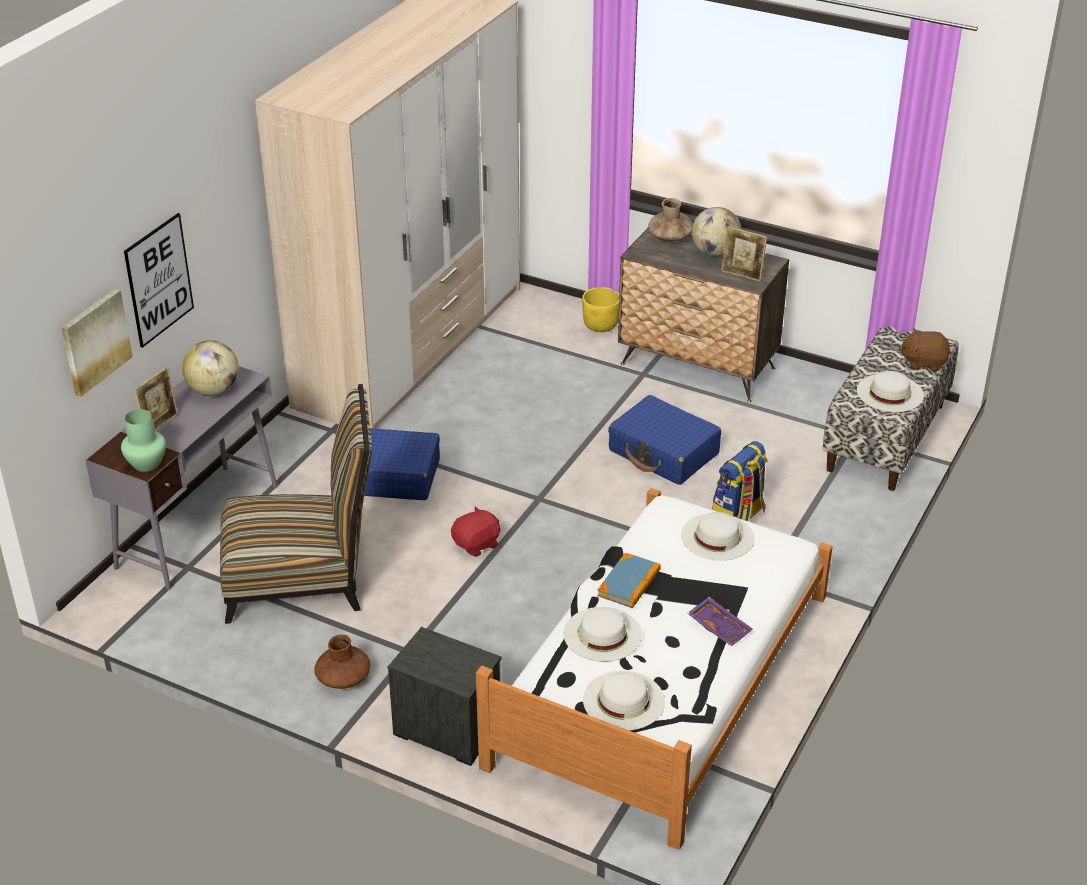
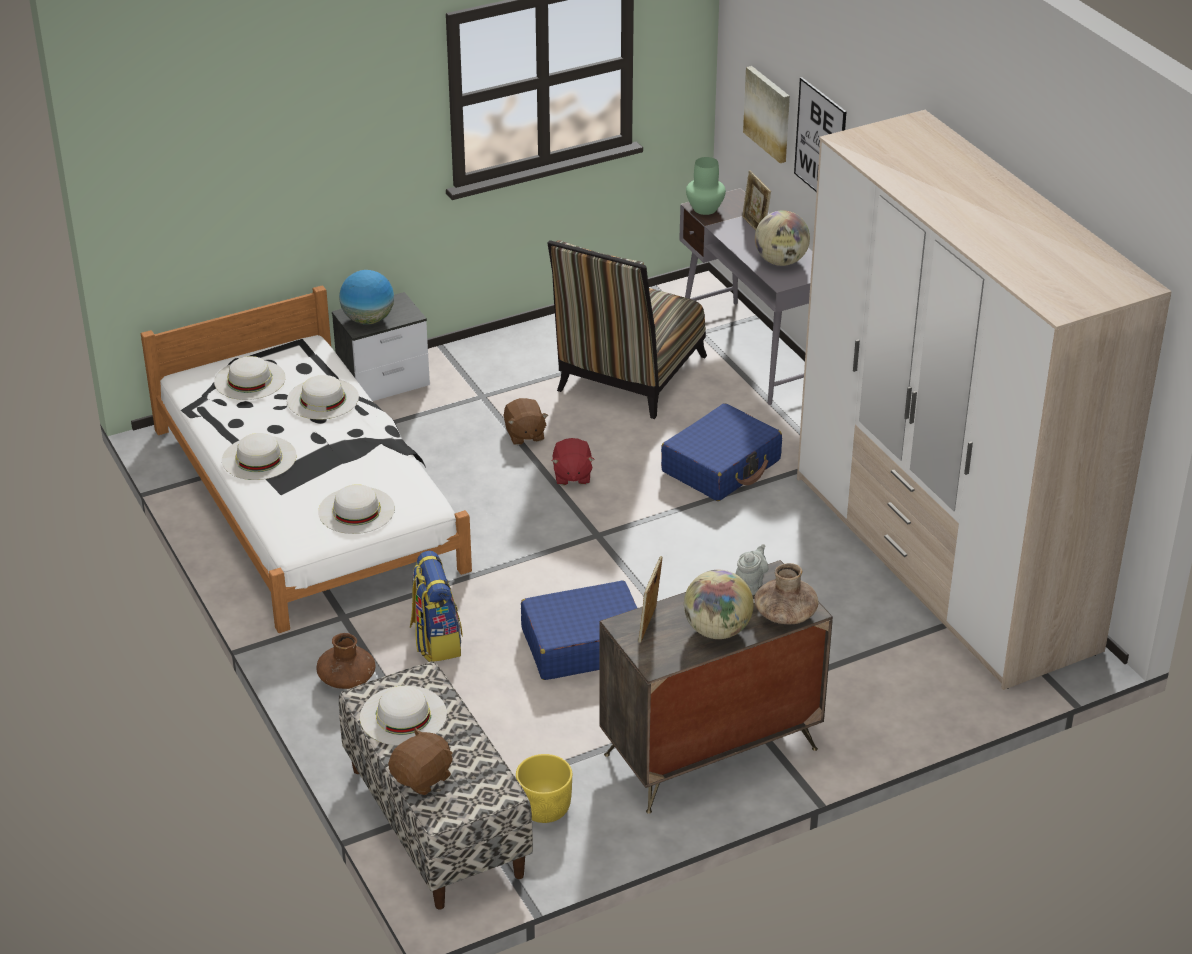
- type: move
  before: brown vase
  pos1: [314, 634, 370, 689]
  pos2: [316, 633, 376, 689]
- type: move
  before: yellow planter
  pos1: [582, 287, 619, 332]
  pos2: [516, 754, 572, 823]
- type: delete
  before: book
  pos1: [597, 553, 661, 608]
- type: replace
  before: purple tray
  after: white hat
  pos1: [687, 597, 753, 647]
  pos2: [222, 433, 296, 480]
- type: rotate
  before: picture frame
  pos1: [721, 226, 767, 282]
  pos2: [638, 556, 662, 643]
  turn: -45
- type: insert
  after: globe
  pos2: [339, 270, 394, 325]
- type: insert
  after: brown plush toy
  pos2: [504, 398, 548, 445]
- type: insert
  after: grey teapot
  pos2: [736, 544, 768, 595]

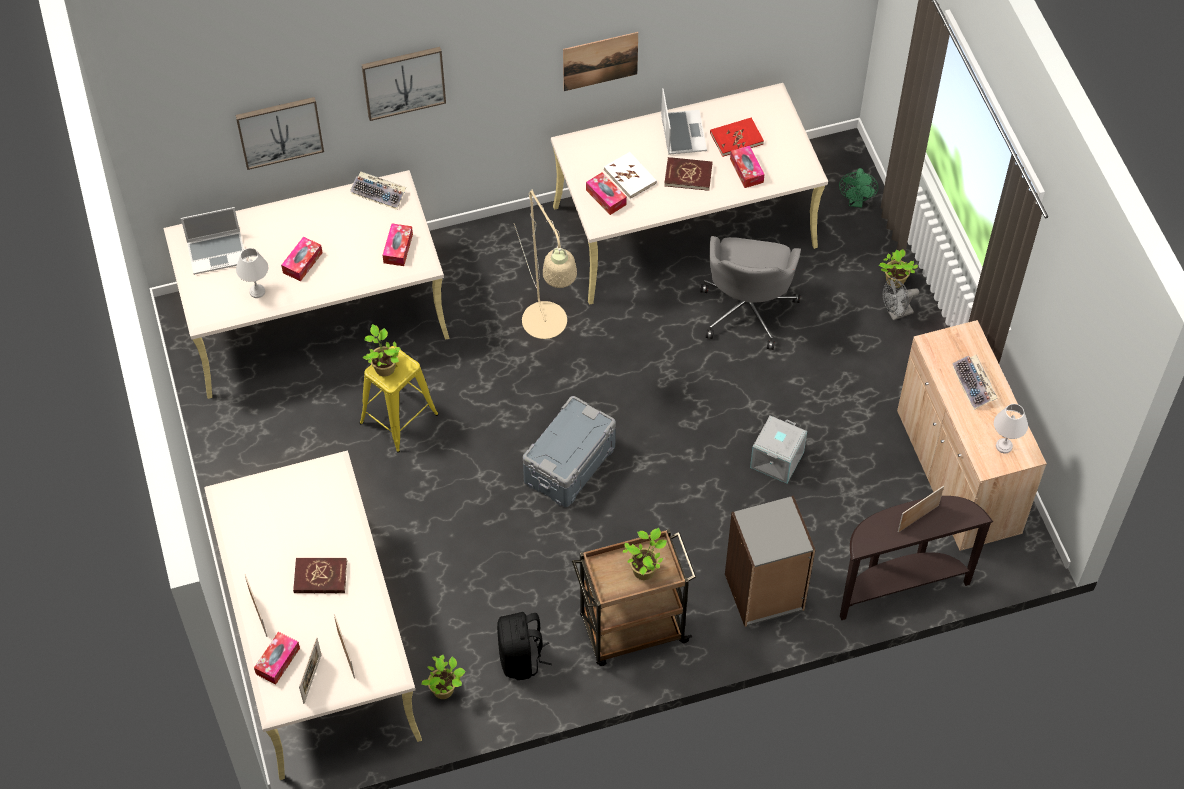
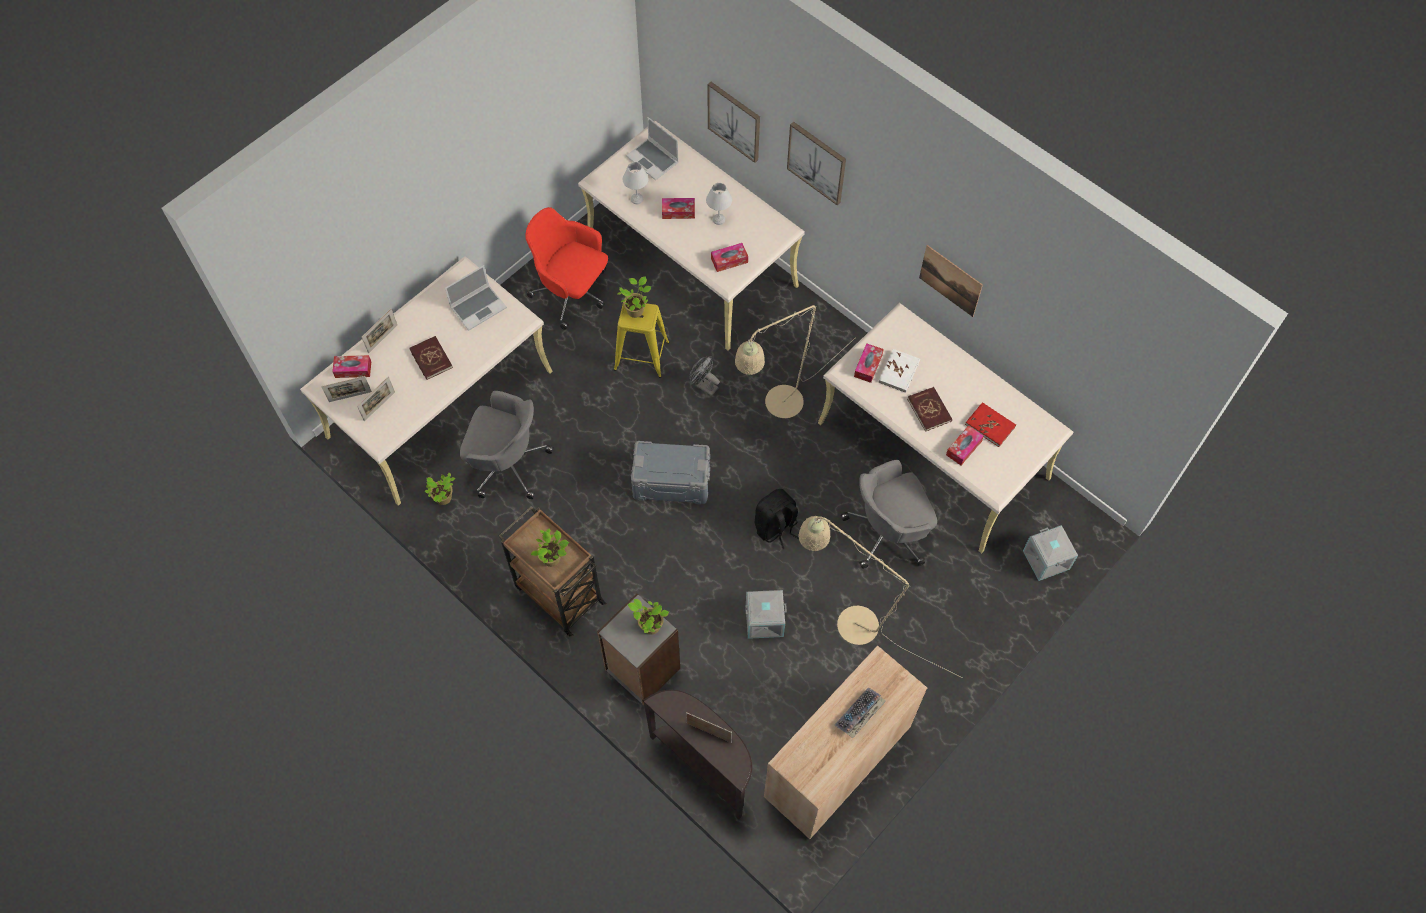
- type: delete
  before: keyboard
  pos1: [350, 171, 406, 210]
- type: move
  before: black backpack
  pos1: [497, 612, 552, 680]
  pos2: [755, 489, 799, 549]
- type: move
  before: laptop
  pos1: [661, 88, 707, 155]
  pos2: [445, 265, 507, 331]
- type: replace
  before: green fan
  after: grey storage box
  pos1: [839, 168, 878, 208]
  pos2: [1023, 525, 1078, 581]
- type: move
  before: potted plant
  pos1: [879, 249, 918, 288]
  pos2: [628, 599, 669, 635]
- type: move
  before: grey fan
  pos1: [883, 277, 919, 321]
  pos2: [690, 356, 720, 396]
- type: move
  before: white table lamp
  pos1: [994, 404, 1028, 453]
  pos2: [706, 183, 732, 225]
- type: insert
  after: grey office chair
  pos2: [460, 391, 554, 499]
- type: insert
  after: red office chair
  pos2: [525, 207, 608, 330]
- type: insert
  after: beige floor lamp
  pos2: [798, 516, 962, 678]

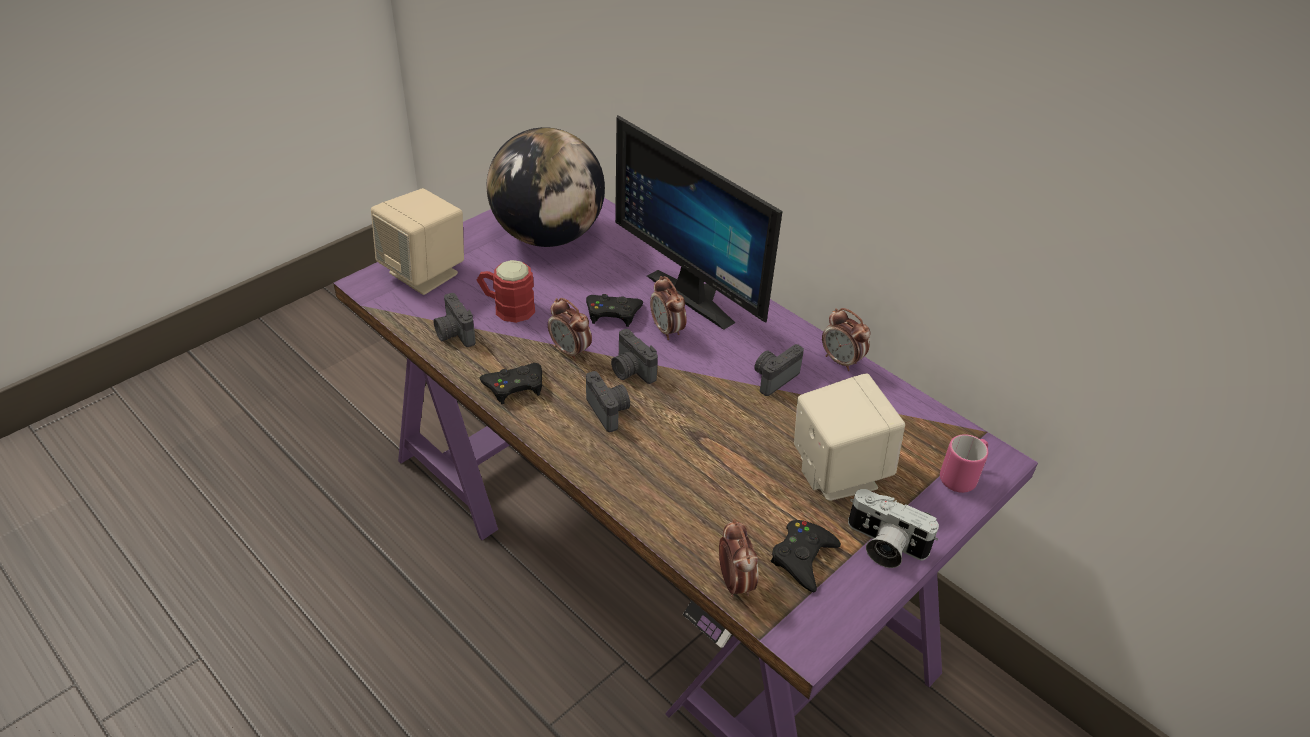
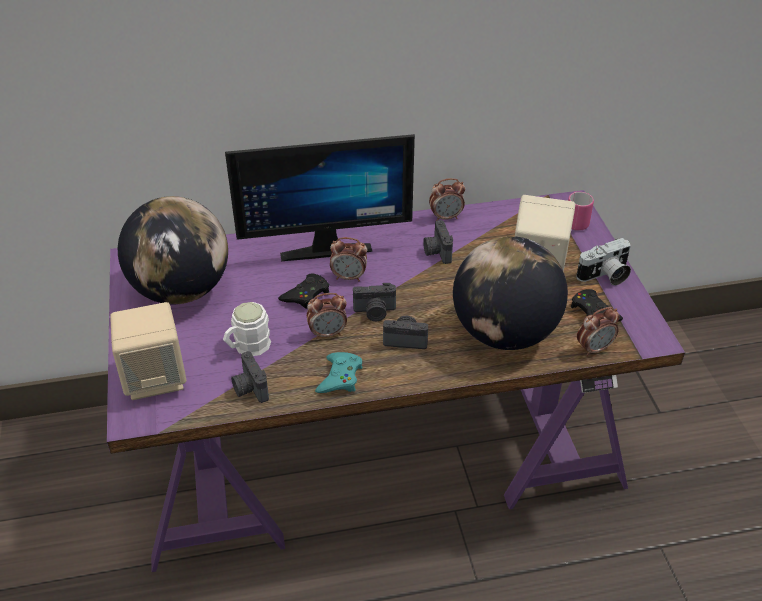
- type: rotate
  before: photo camera
  pos1: [434, 293, 476, 347]
  pos2: [231, 351, 269, 403]
  turn: 60
- type: recolor
  before: red mug
  after: white mug
  pos1: [477, 260, 535, 323]
  pos2: [223, 302, 271, 356]
- type: recolor
  before: black game controller
  after: turquoise game controller
  pos1: [480, 363, 542, 404]
  pos2: [315, 352, 362, 393]
- type: rotate
  before: alarm clock
  pos1: [719, 519, 758, 597]
  pos2: [577, 307, 620, 356]
  turn: 135
- type: insert
  after: globe
  pos2: [453, 236, 568, 350]

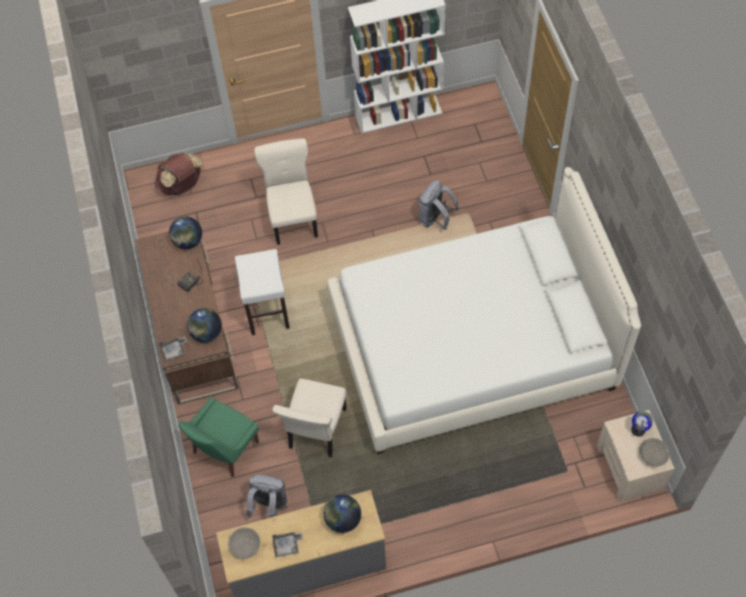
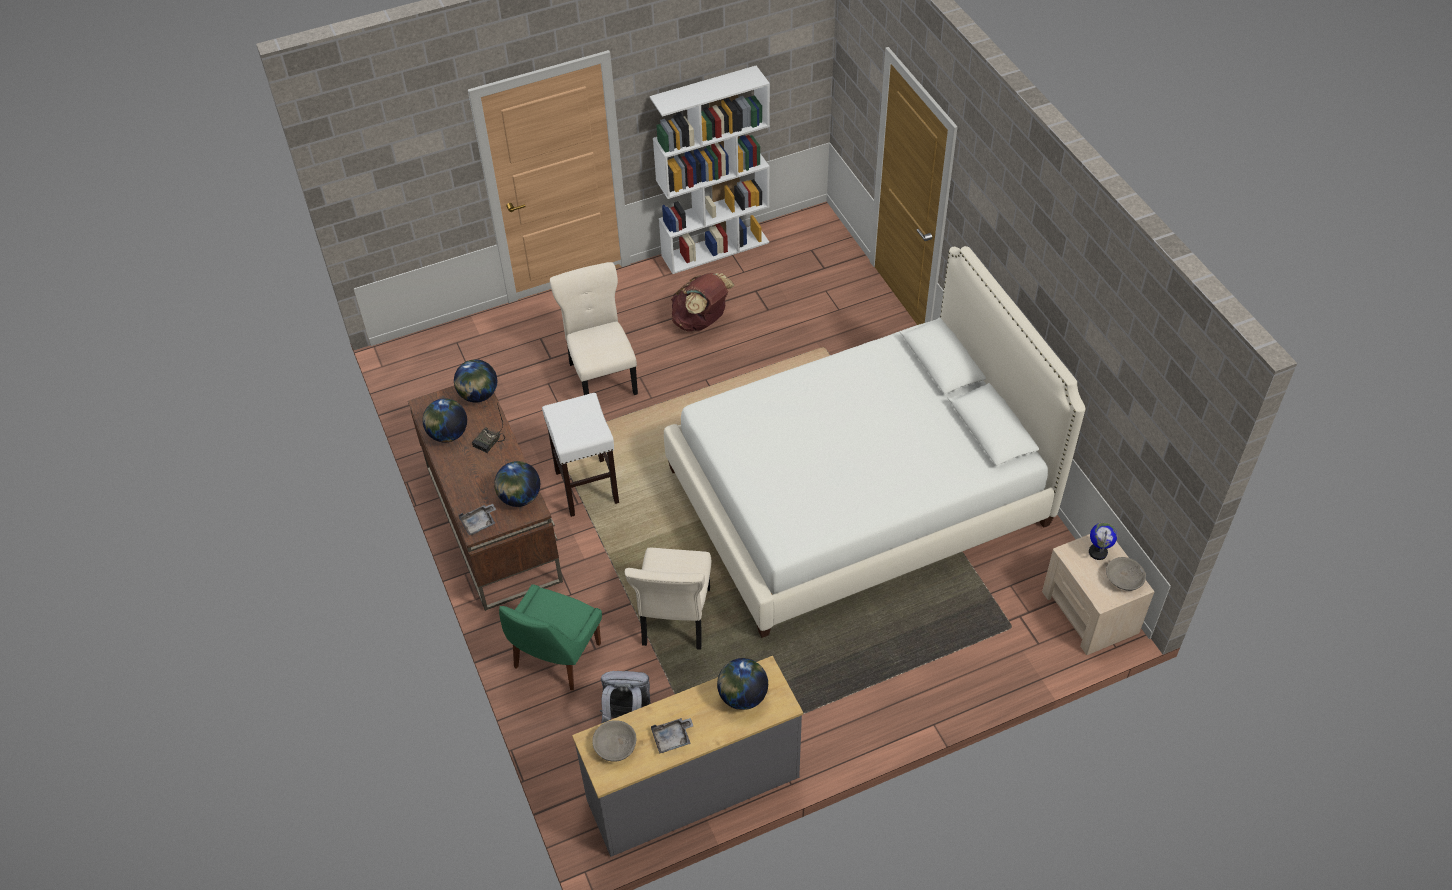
- type: move
  before: brown backpack
  pos1: [155, 153, 203, 196]
  pos2: [671, 273, 735, 332]
- type: delete
  before: grey backpack
  pos1: [418, 180, 459, 230]
- type: insert
  after: globe
  pos2: [423, 398, 467, 443]

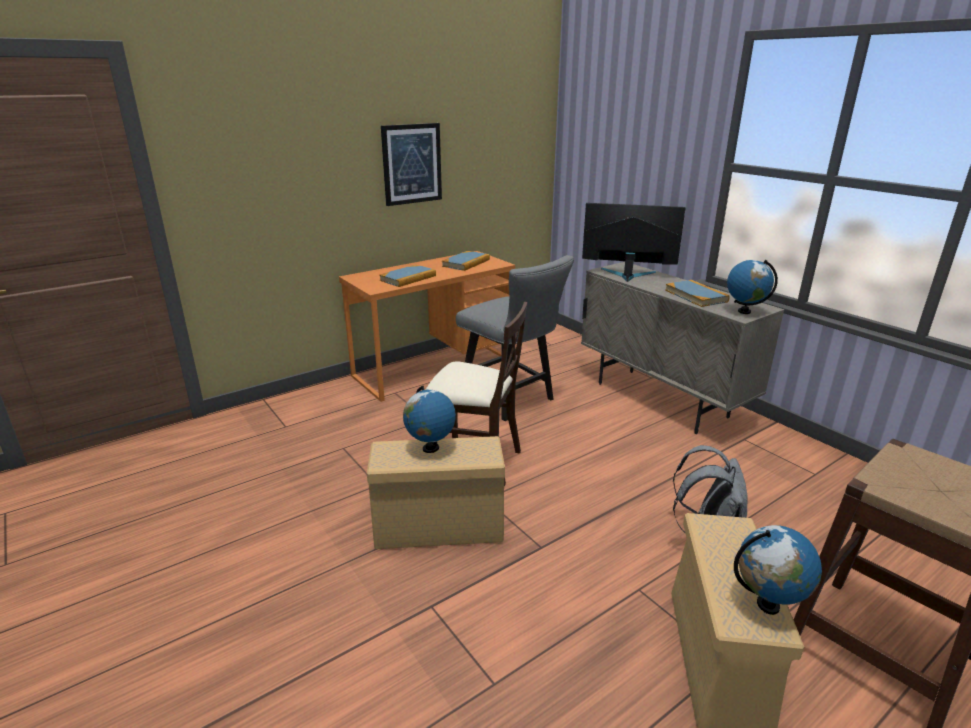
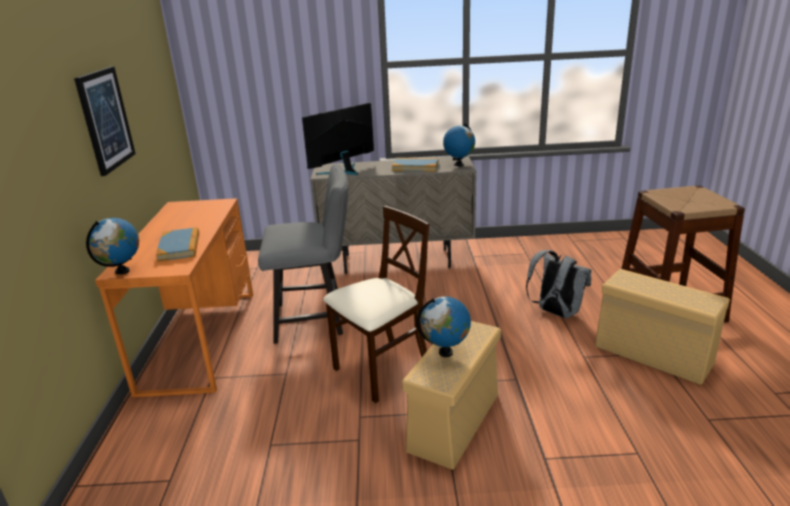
- type: delete
  before: book
  pos1: [442, 251, 490, 271]
- type: move
  before: globe
  pos1: [734, 525, 822, 615]
  pos2: [86, 218, 139, 275]

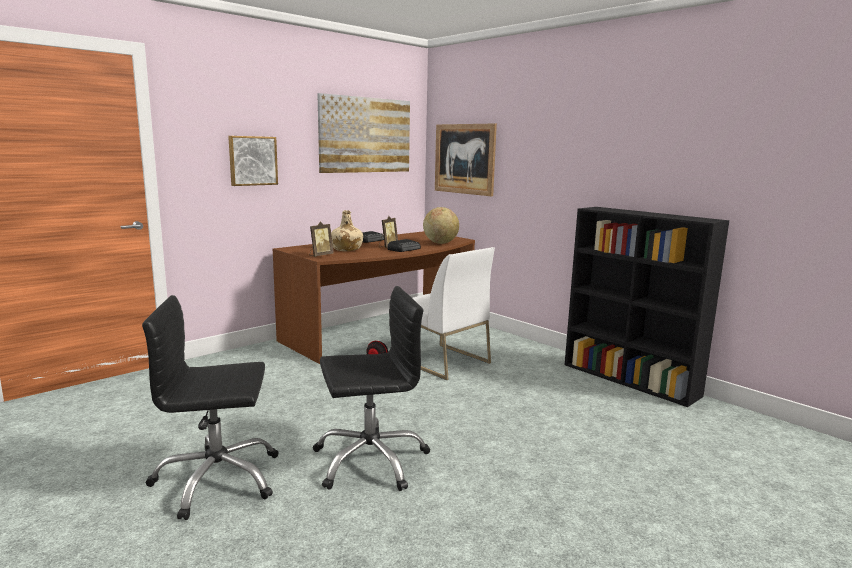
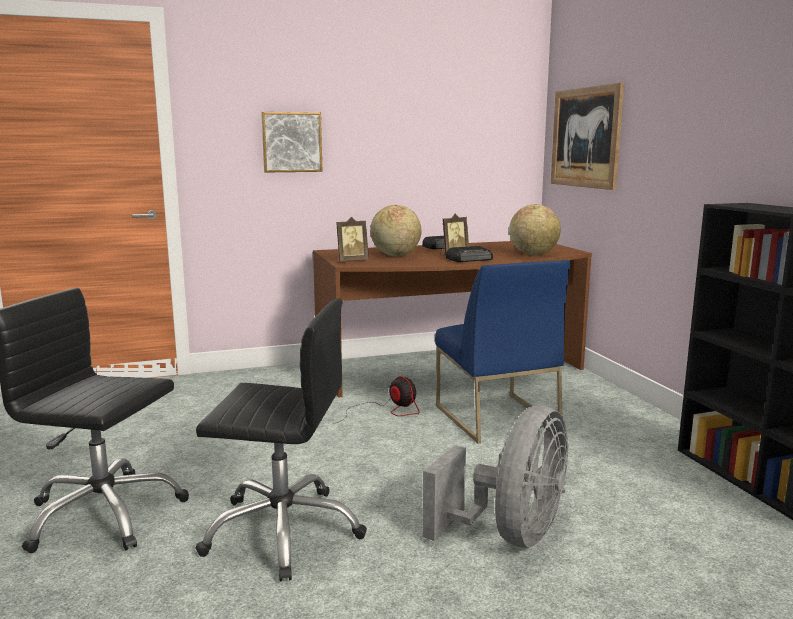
- type: delete
  before: picture
  pos1: [317, 93, 410, 173]
- type: replace
  before: beige bottle
  after: globe
  pos1: [331, 210, 363, 251]
  pos2: [370, 205, 422, 256]
- type: recolor
  before: white chair
  after: blue chair
  pos1: [413, 247, 495, 380]
  pos2: [435, 260, 570, 443]
- type: insert
  after: grey fan
  pos2: [422, 405, 569, 548]

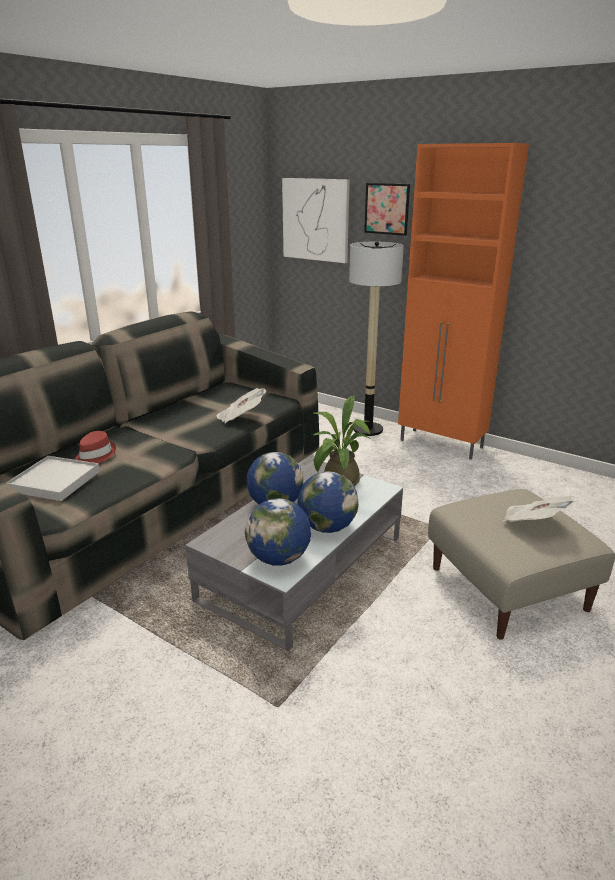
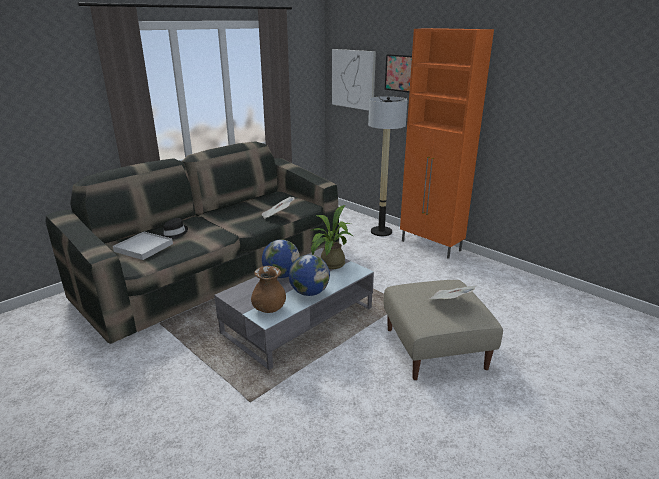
- type: recolor
  before: red hat
  after: black hat
  pos1: [74, 431, 116, 463]
  pos2: [161, 218, 188, 239]
- type: replace
  before: globe
  after: brown vase
  pos1: [245, 498, 311, 566]
  pos2: [251, 266, 286, 313]

